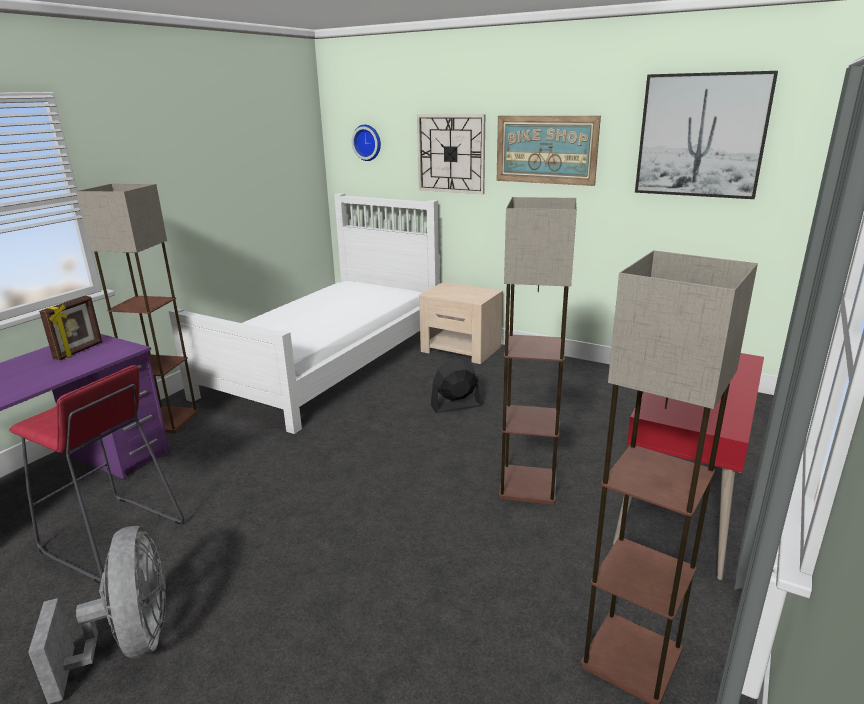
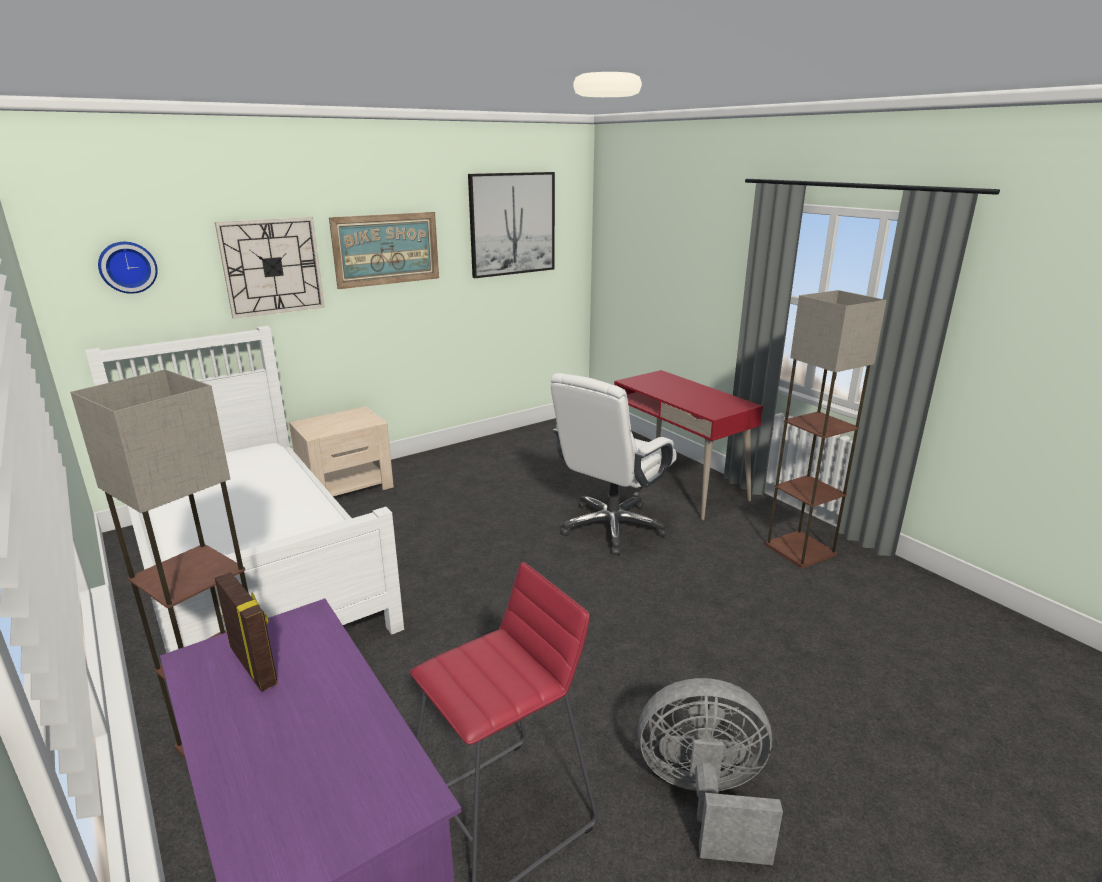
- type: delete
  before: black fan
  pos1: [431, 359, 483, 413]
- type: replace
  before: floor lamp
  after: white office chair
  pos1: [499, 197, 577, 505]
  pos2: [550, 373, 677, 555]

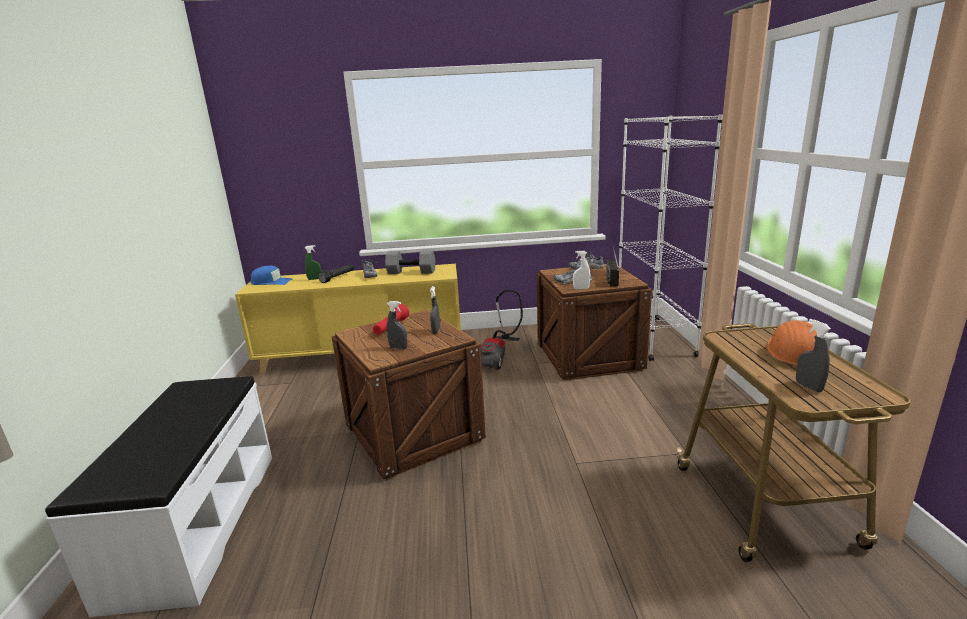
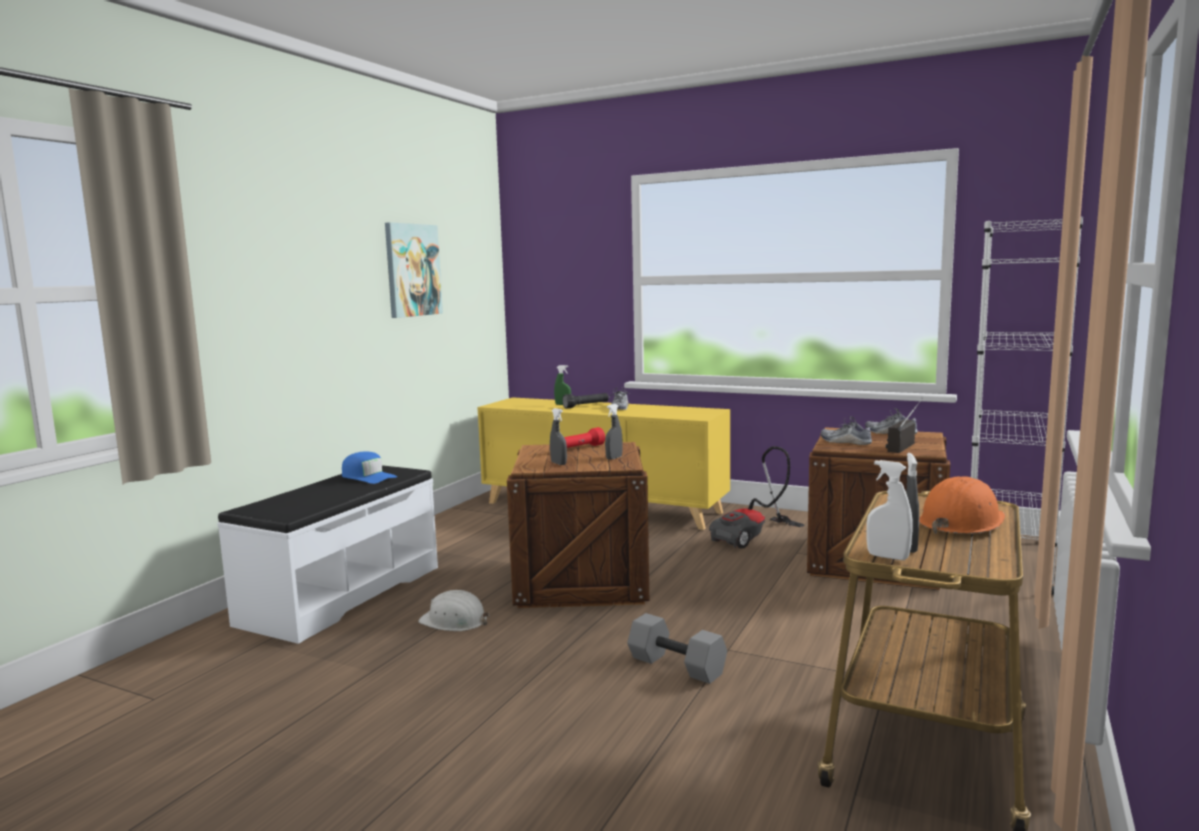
- type: move
  before: blue cap
  pos1: [251, 266, 292, 285]
  pos2: [342, 451, 397, 484]
- type: move
  before: grey dumbbell
  pos1: [385, 250, 435, 274]
  pos2: [627, 613, 727, 684]
- type: move
  before: white spray bottle
  pos1: [573, 251, 590, 289]
  pos2: [867, 460, 912, 560]
- type: insert
  after: picture
  pos2: [385, 222, 443, 318]
- type: insert
  after: white hard hat
  pos2: [418, 590, 490, 631]

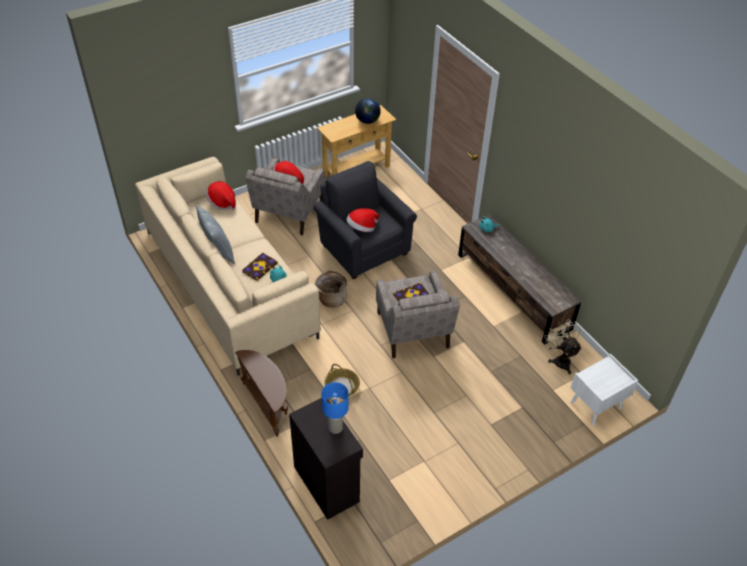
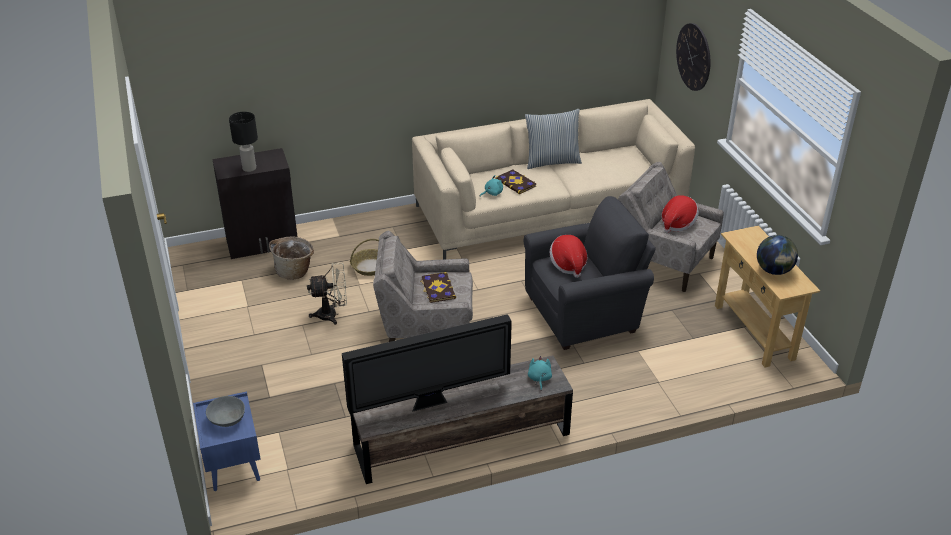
- type: delete
  before: hat
  pos1: [206, 181, 236, 210]
- type: delete
  before: brown side table
  pos1: [235, 350, 288, 437]
- type: move
  before: basket
  pos1: [315, 270, 348, 307]
  pos2: [269, 237, 314, 280]
- type: recolor
  before: blue table lamp
  after: black table lamp
  pos1: [321, 382, 349, 434]
  pos2: [229, 112, 258, 172]
- type: move
  before: beige fan
  pos1: [544, 319, 582, 374]
  pos2: [307, 262, 347, 325]
- type: recolor
  before: white nightstand
  after: blue nightstand
  pos1: [570, 354, 638, 426]
  pos2: [193, 392, 261, 491]
- type: insert
  after: grey bowl
  pos2: [206, 396, 245, 427]
- type: insert
  after: television
  pos2: [342, 314, 512, 414]
- type: insert
  after: wall clock
  pos2: [676, 23, 710, 91]

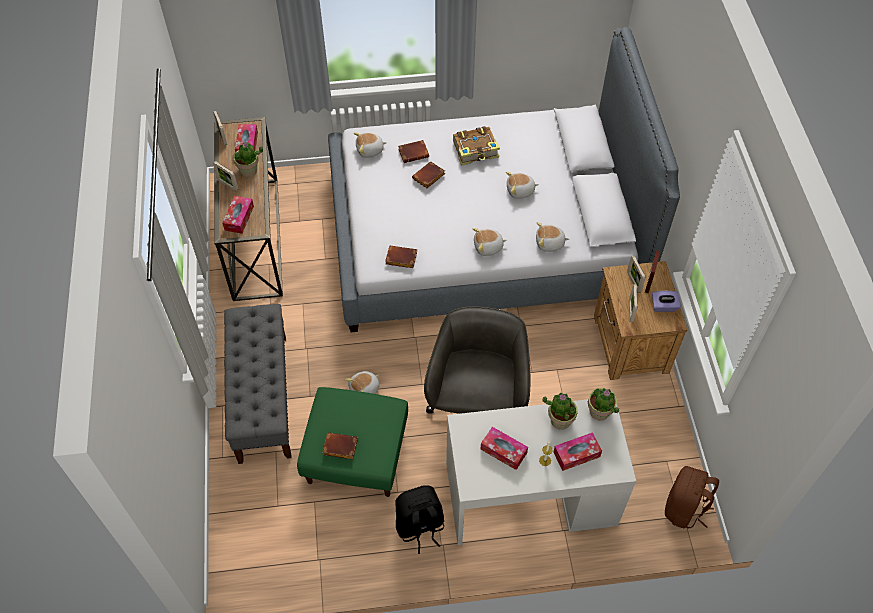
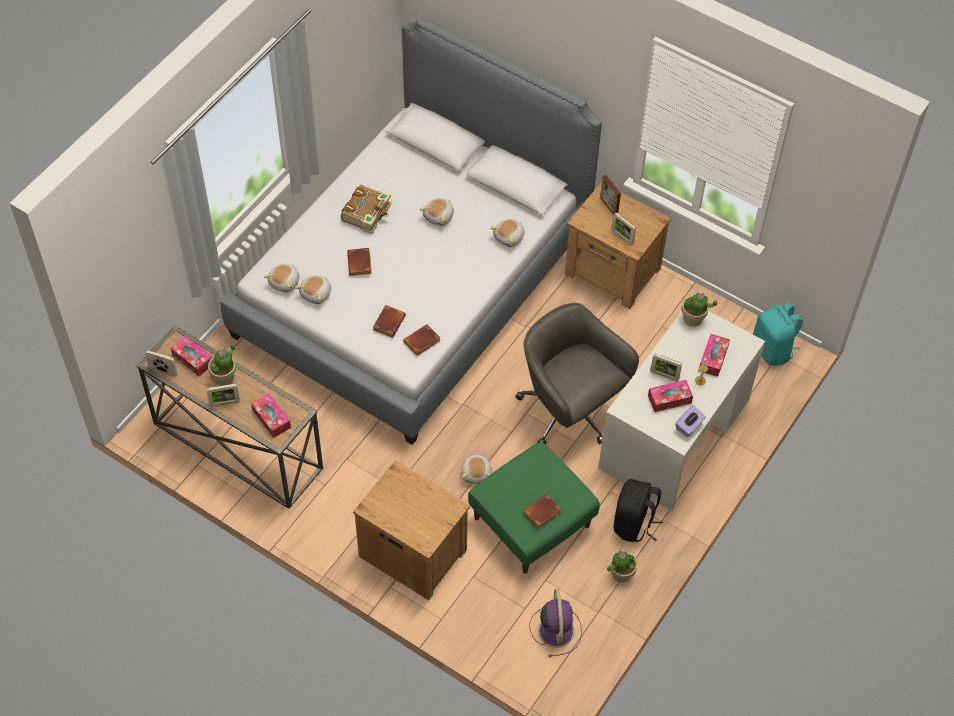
- type: replace
  before: grey bench
  after: brown nightstand
  pos1: [224, 304, 292, 464]
  pos2: [353, 460, 471, 600]
- type: move
  before: brown book
  pos1: [398, 140, 429, 163]
  pos2: [373, 305, 406, 338]
- type: move
  before: plush toy
  pos1: [473, 228, 507, 256]
  pos2: [295, 275, 331, 304]
- type: move
  before: potted plant
  pos1: [542, 393, 578, 430]
  pos2: [607, 551, 637, 583]
- type: move
  before: picture frame
  pos1: [627, 256, 646, 293]
  pos2: [650, 354, 682, 381]
- type: move
  before: purple tissue box
  pos1: [652, 291, 681, 312]
  pos2: [675, 405, 706, 437]
- type: recolor
  before: brown backpack
  after: turquoise backpack
  pos1: [665, 466, 719, 529]
  pos2: [753, 302, 803, 366]
- type: insert
  after: purple fan
  pos2: [529, 589, 582, 657]

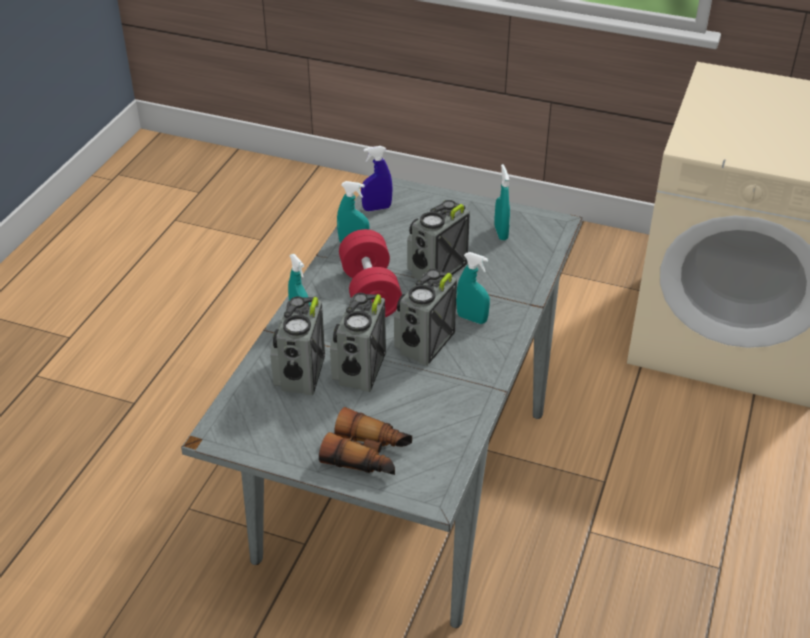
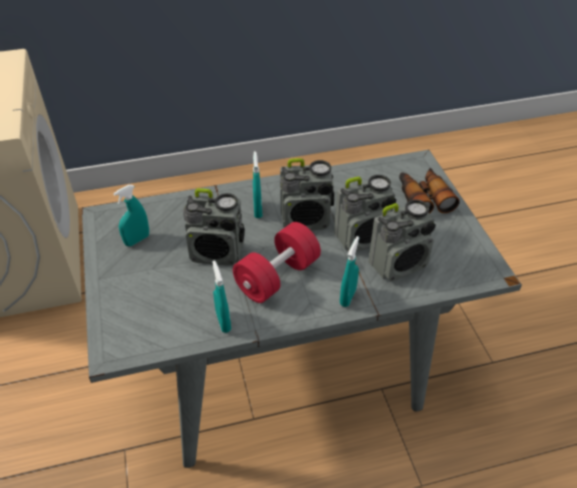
- type: delete
  before: blue spray bottle
  pos1: [361, 146, 393, 211]

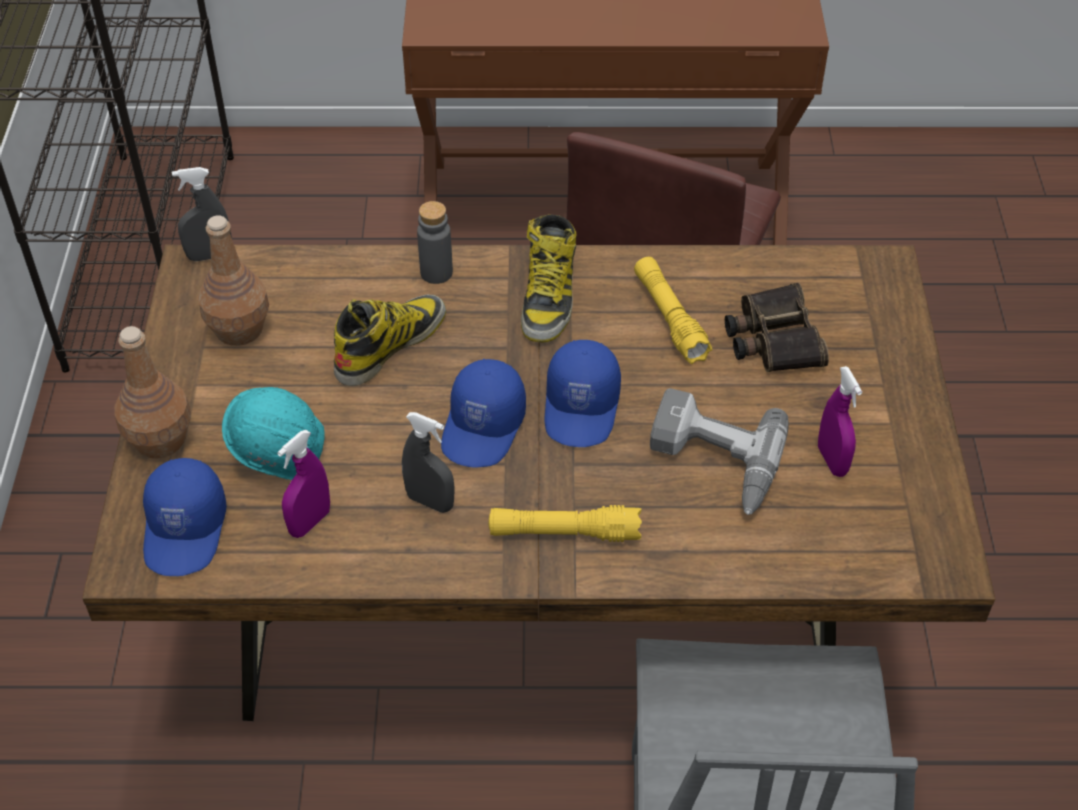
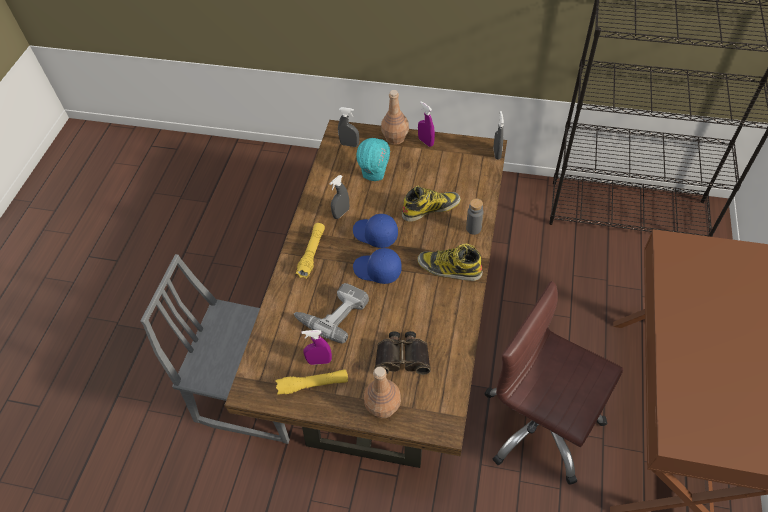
- type: replace
  before: blue cap
  after: grey spray bottle
  pos1: [143, 458, 226, 576]
  pos2: [338, 107, 359, 147]
- type: move
  before: brown bottle
  pos1: [198, 215, 269, 346]
  pos2: [364, 367, 401, 418]
- type: move
  before: purple spray bottle
  pos1: [277, 430, 330, 538]
  pos2: [418, 101, 435, 147]
- type: rotate
  before: boot
  pos1: [334, 295, 446, 386]
  pos2: [402, 186, 461, 222]
  turn: -75
- type: move
  before: yellow flashlight
  pos1: [634, 257, 713, 364]
  pos2: [275, 369, 348, 395]

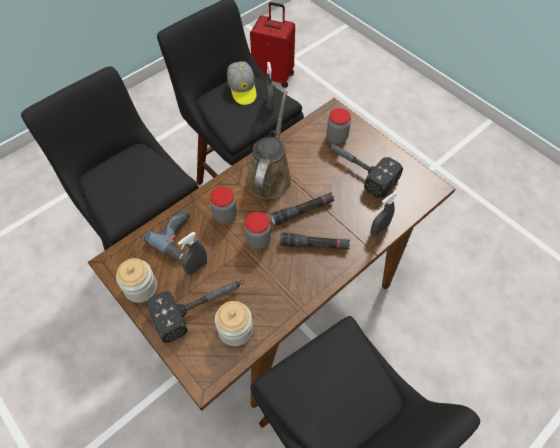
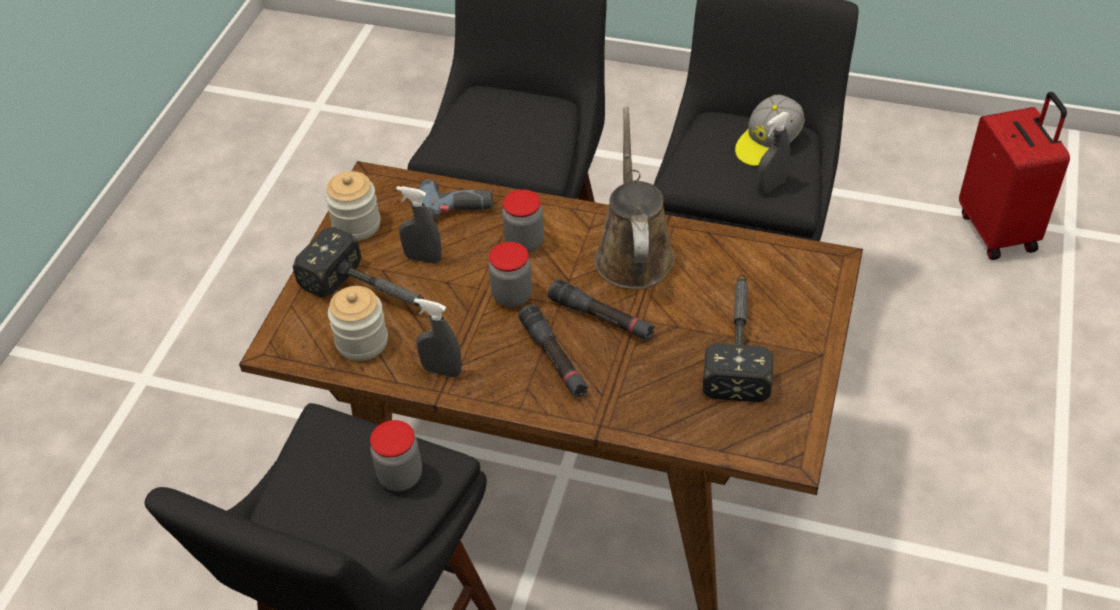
- type: rotate
  before: brown watering can
  pos1: [246, 91, 292, 199]
  pos2: [594, 107, 675, 289]
  turn: -75
- type: move
  before: jar
  pos1: [327, 108, 351, 144]
  pos2: [370, 420, 422, 491]
- type: move
  before: grey spray bottle
  pos1: [371, 192, 397, 236]
  pos2: [414, 298, 462, 378]

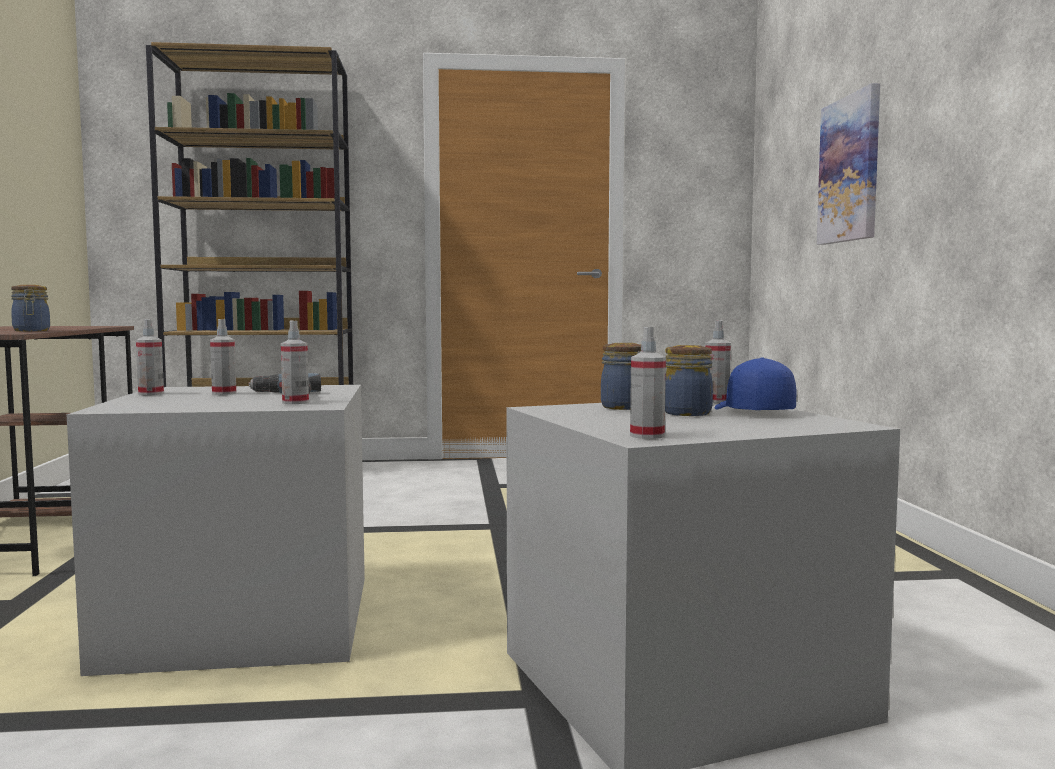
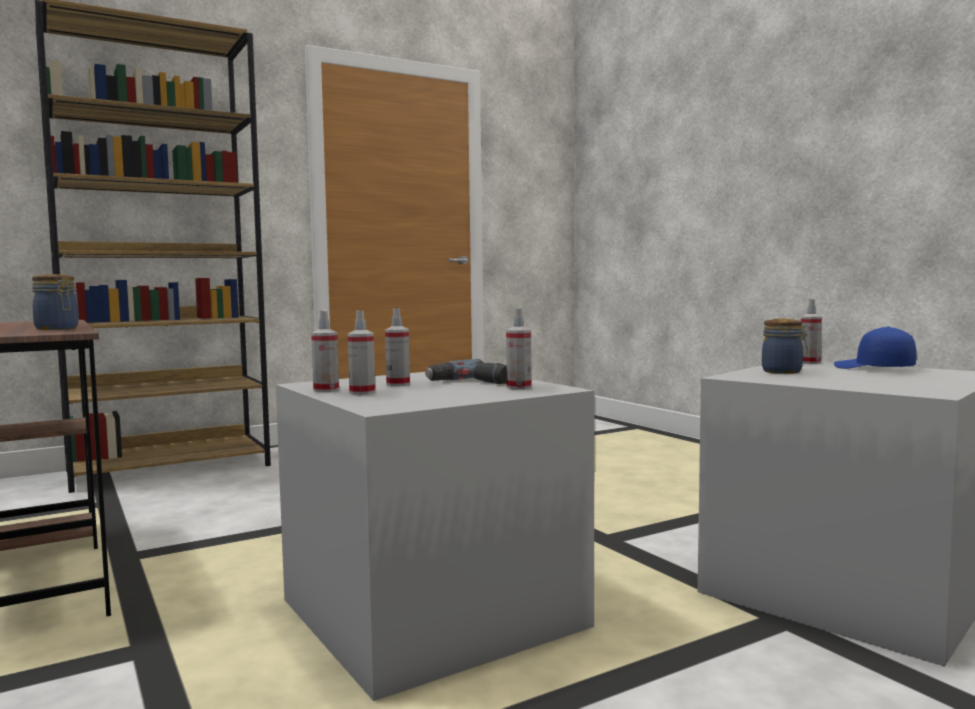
- type: move
  before: spray bottle
  pos1: [630, 327, 666, 439]
  pos2: [348, 311, 375, 395]
- type: delete
  before: jar
  pos1: [665, 345, 713, 416]
- type: delete
  before: picture
  pos1: [817, 83, 880, 245]

